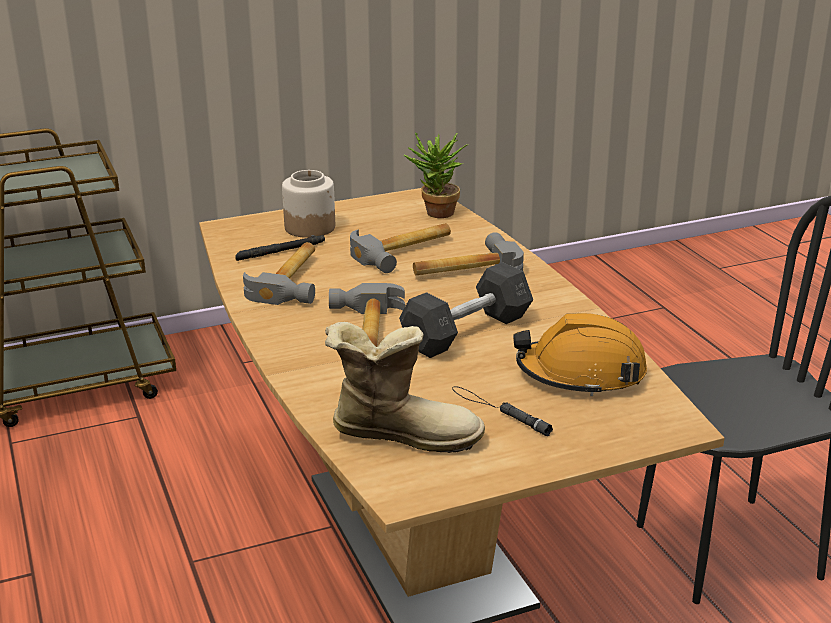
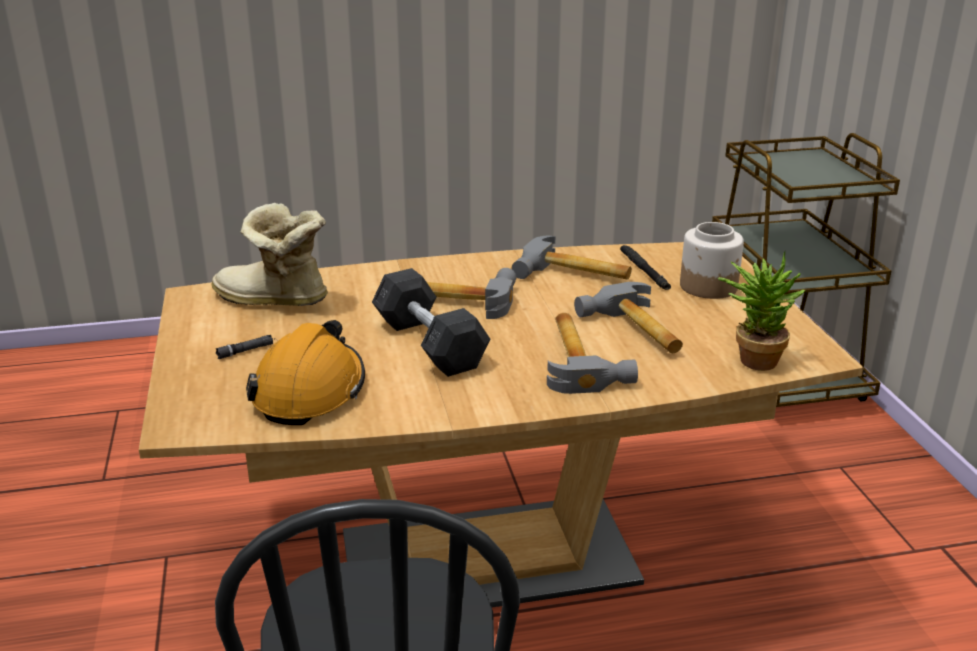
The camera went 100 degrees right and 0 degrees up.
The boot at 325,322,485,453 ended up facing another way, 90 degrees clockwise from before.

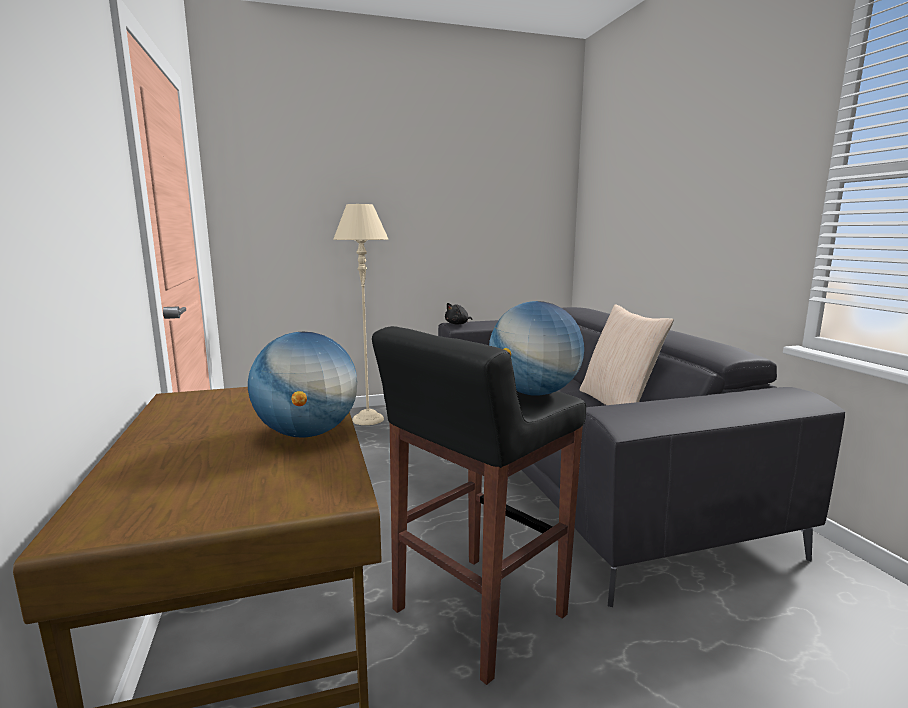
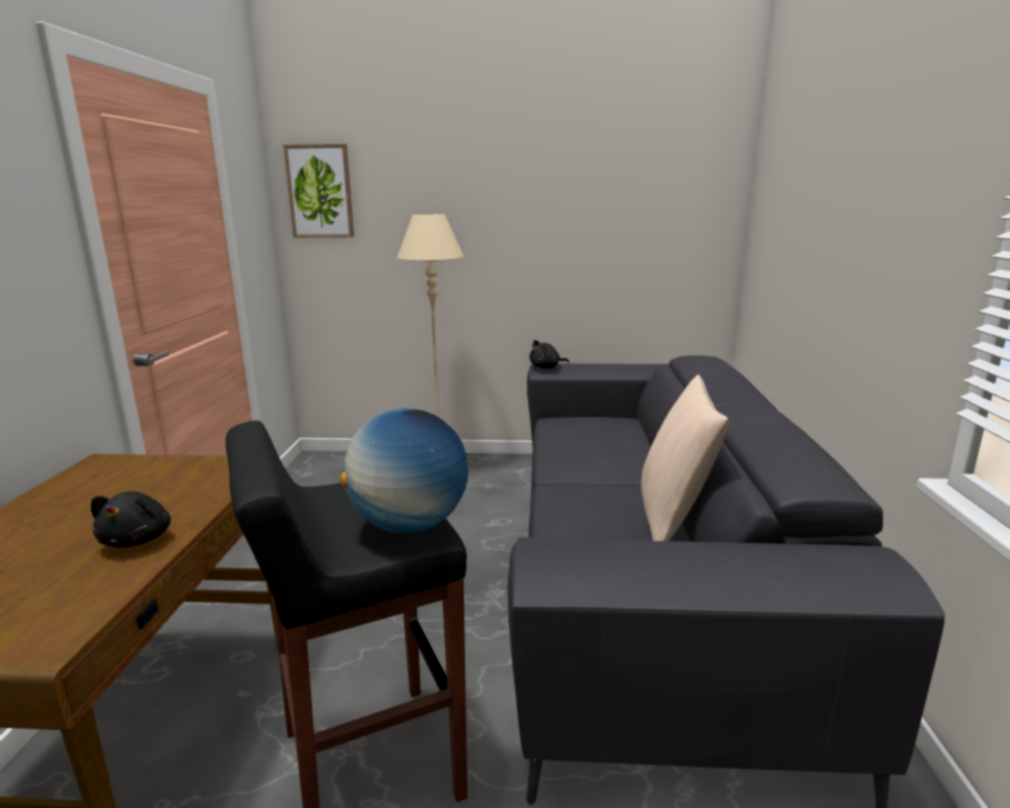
The camera went 20 degrees right and 5 degrees up.
The second view gained the picture at 283,144,354,238.
Where the globe stood at 248,332,357,437, the plush toy/black came to stand at 91,491,171,548.

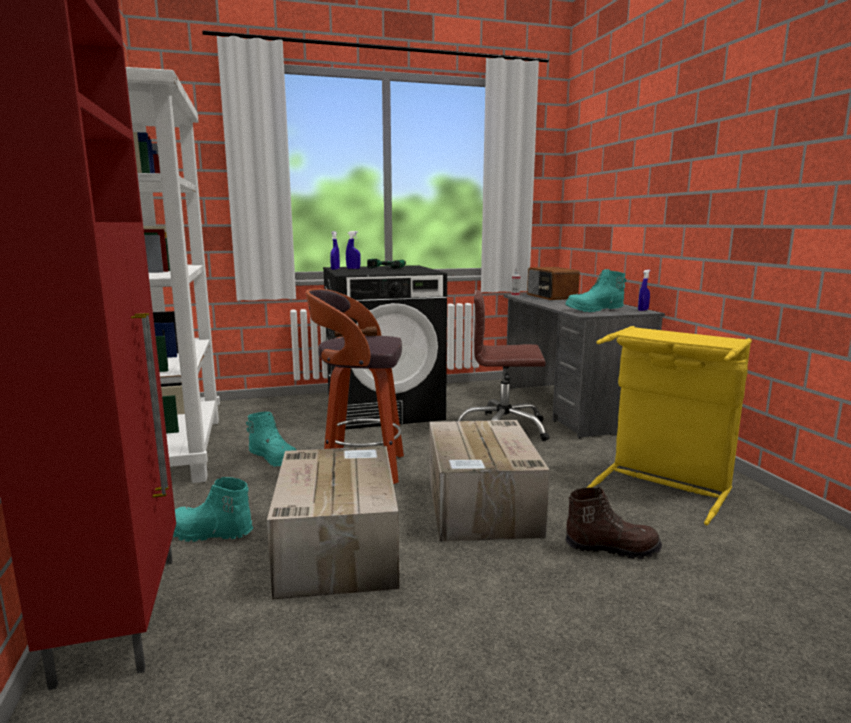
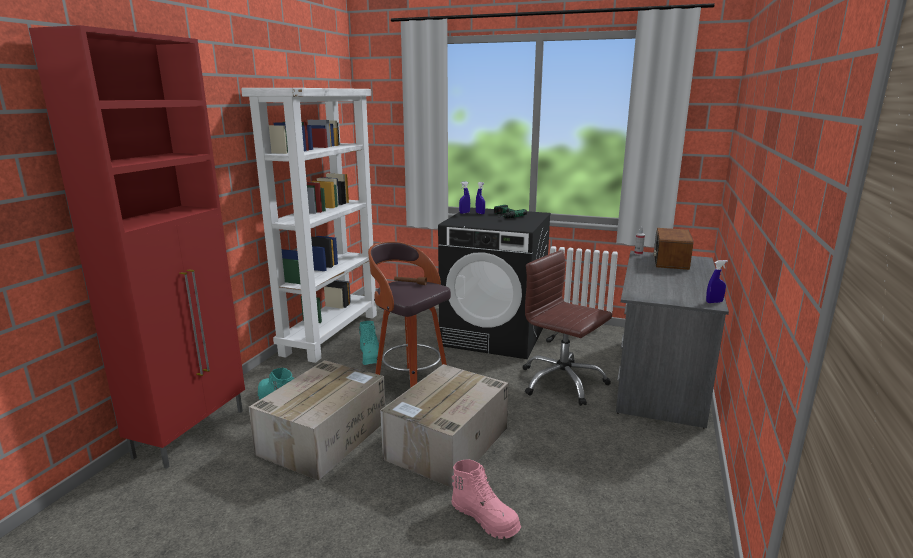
The camera went 35 degrees right and 5 degrees up.
The second view lost the boot/turquoise at 565,269,627,312.
The second view lost the laundry basket/yellow at 586,326,752,525.
What was the boot/brown at 565,487,662,559 turned into the boot/pink at 451,459,521,539.

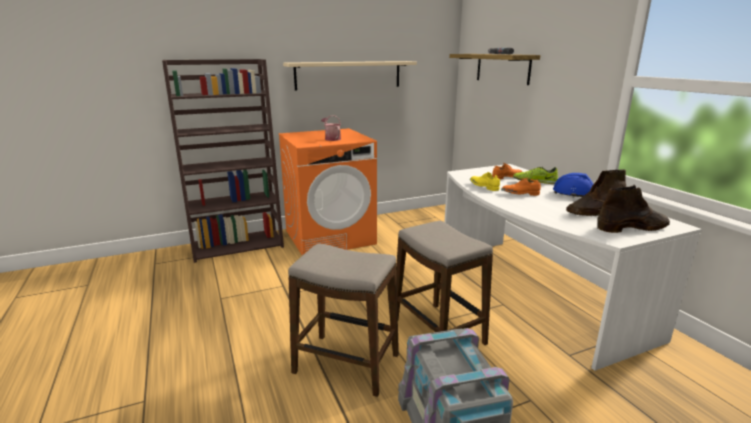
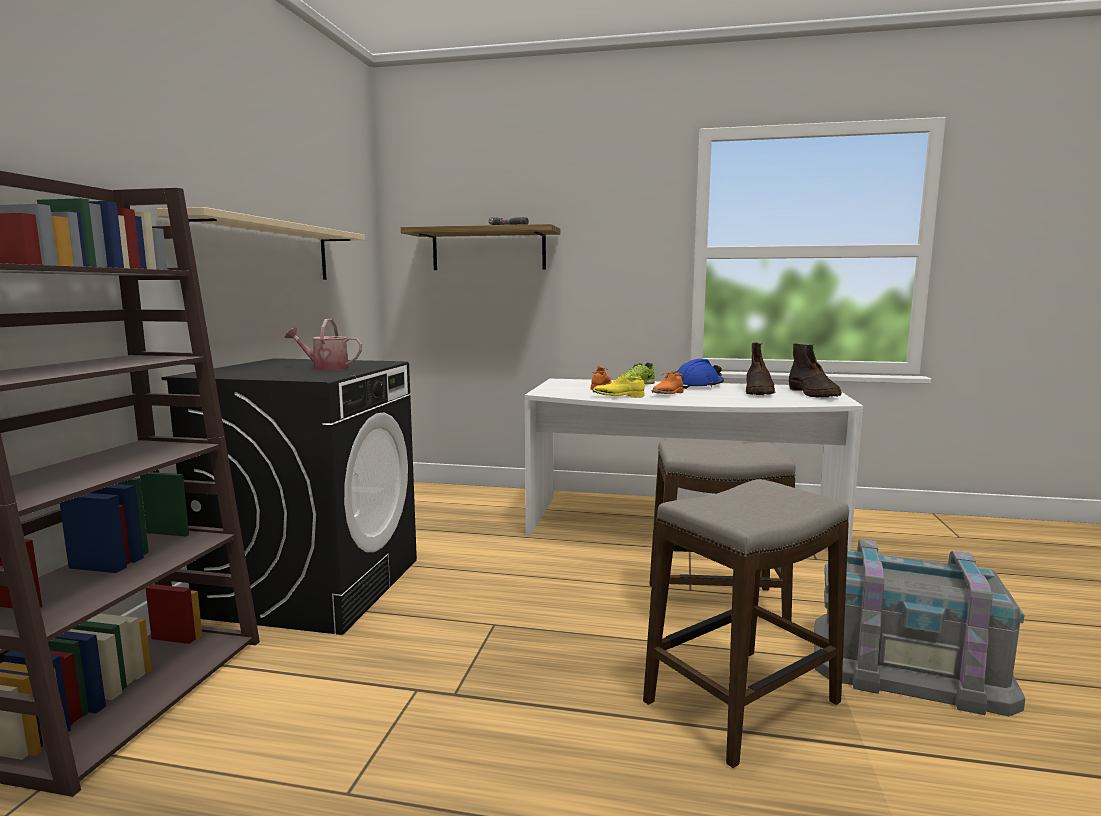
The camera went 55 degrees left and 10 degrees down.
What was the washing machine/orange at 278,128,377,256 turned into the washing machine/black at 162,358,417,635.
The boot/brown at 597,185,670,233 ended up facing another way, 150 degrees clockwise from before.

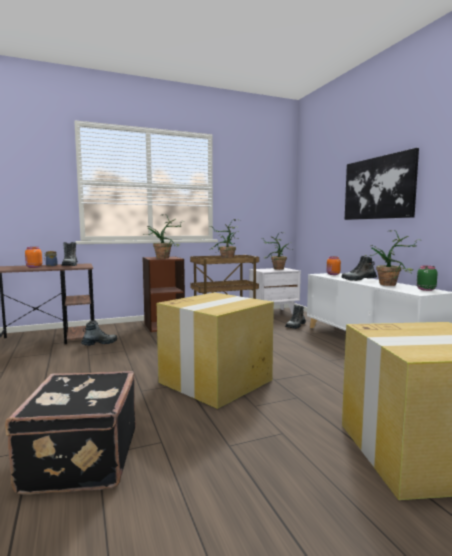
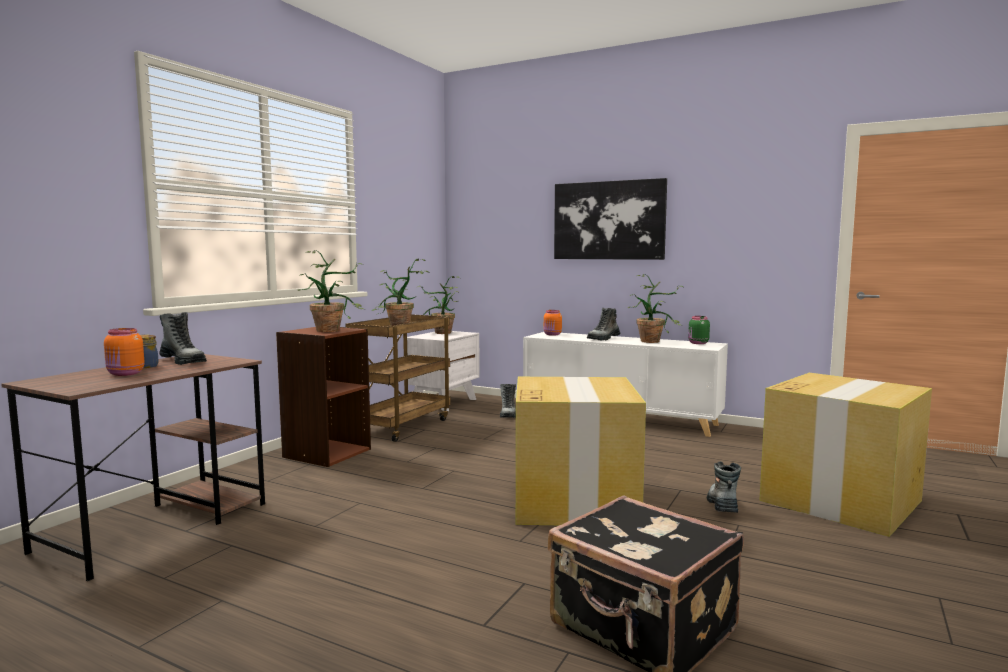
The camera went 40 degrees left and 0 degrees up.
The boot ended up elsewhere, having gone from 81,320,117,346 to 707,461,741,513.

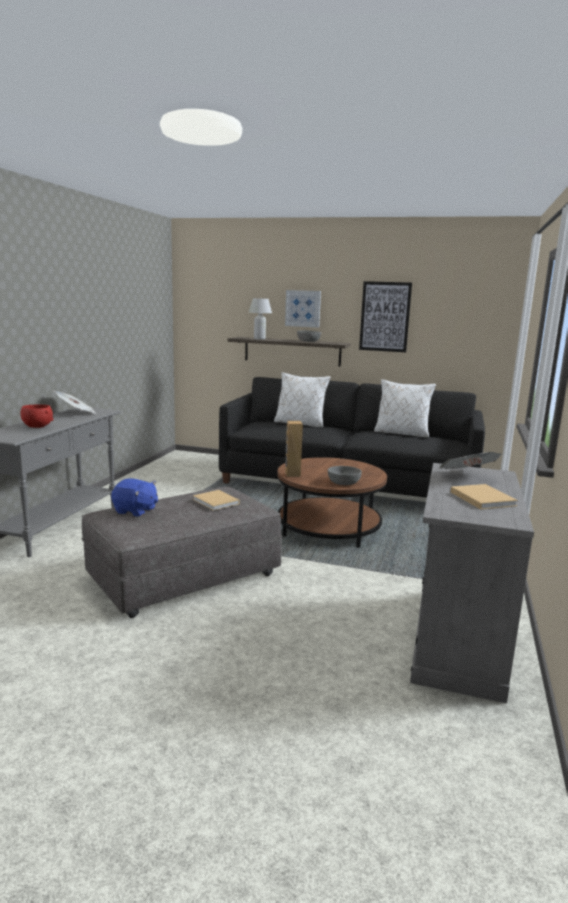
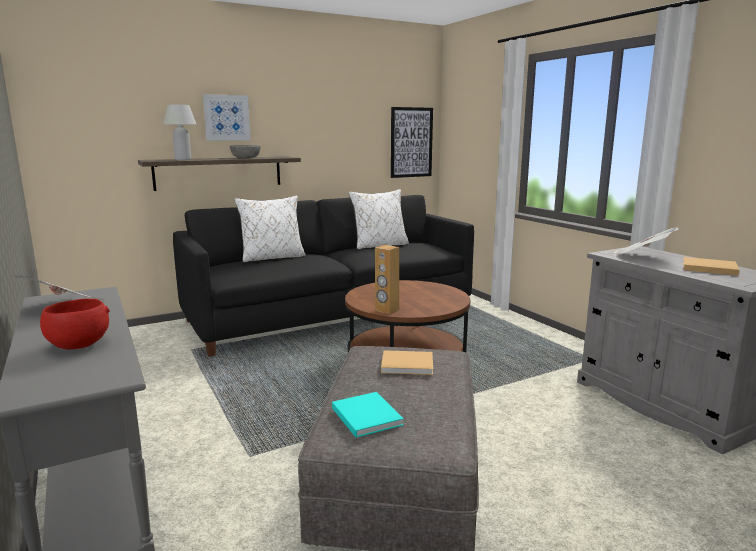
The camera went 45 degrees left and 0 degrees up.
The second view lost the bowl/grey at 328,466,362,485.
The picture ended up elsewhere, having gone from 359,281,412,352 to 391,107,433,178.
Where the plush toy/blue stood at 111,479,158,517, the book/turquoise came to stand at 332,392,404,438.

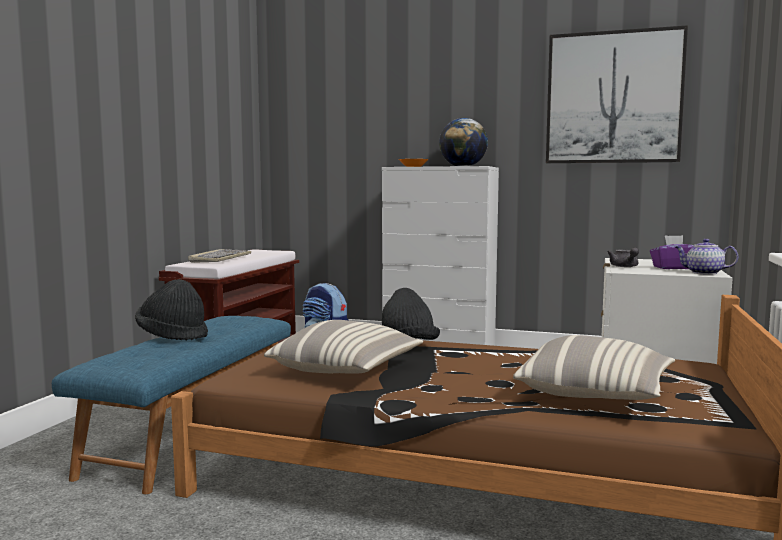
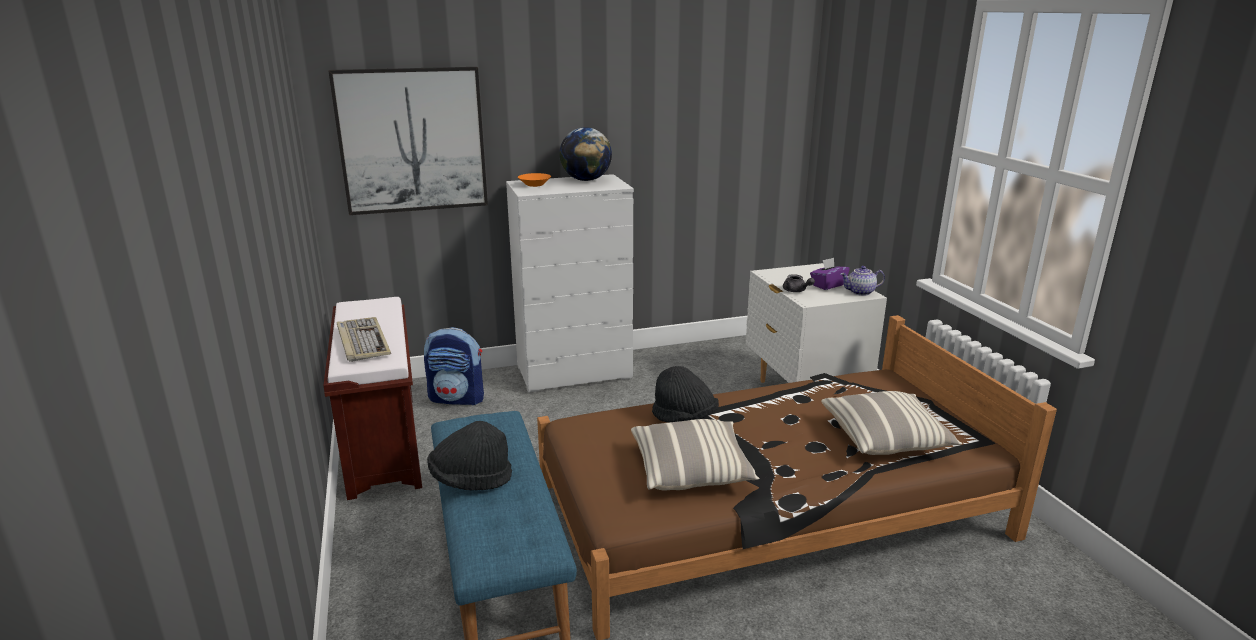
The camera went 35 degrees left and 15 degrees up.
The picture ended up elsewhere, having gone from 546,25,688,163 to 328,67,488,215.

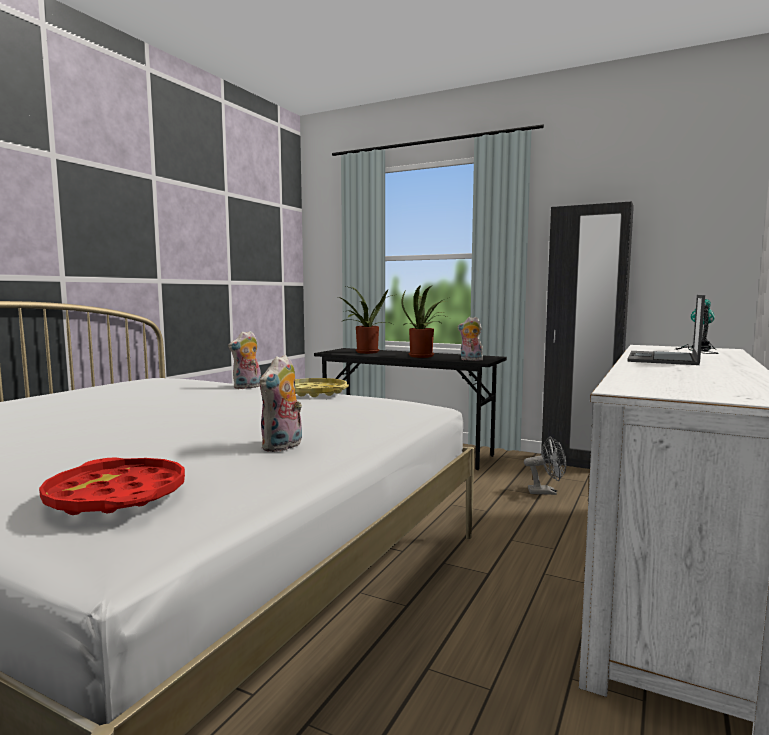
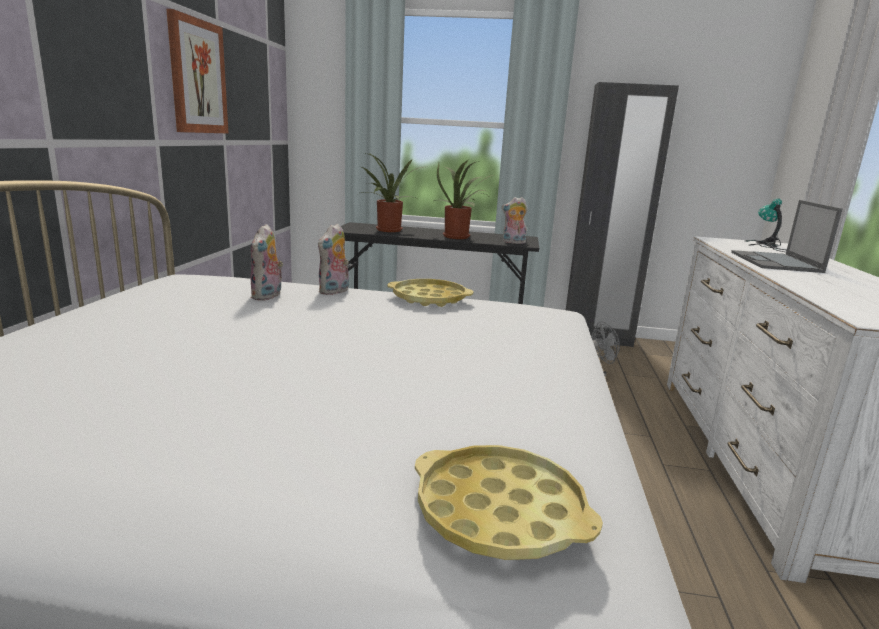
The camera went 20 degrees left and 10 degrees up.
The second view gained the picture at 166,9,229,134.
The plush toy ended up elsewhere, having gone from 260,355,302,452 to 251,224,283,301.
What was the tray/red at 39,457,185,515 turned into the tray/yellow at 415,445,603,560.

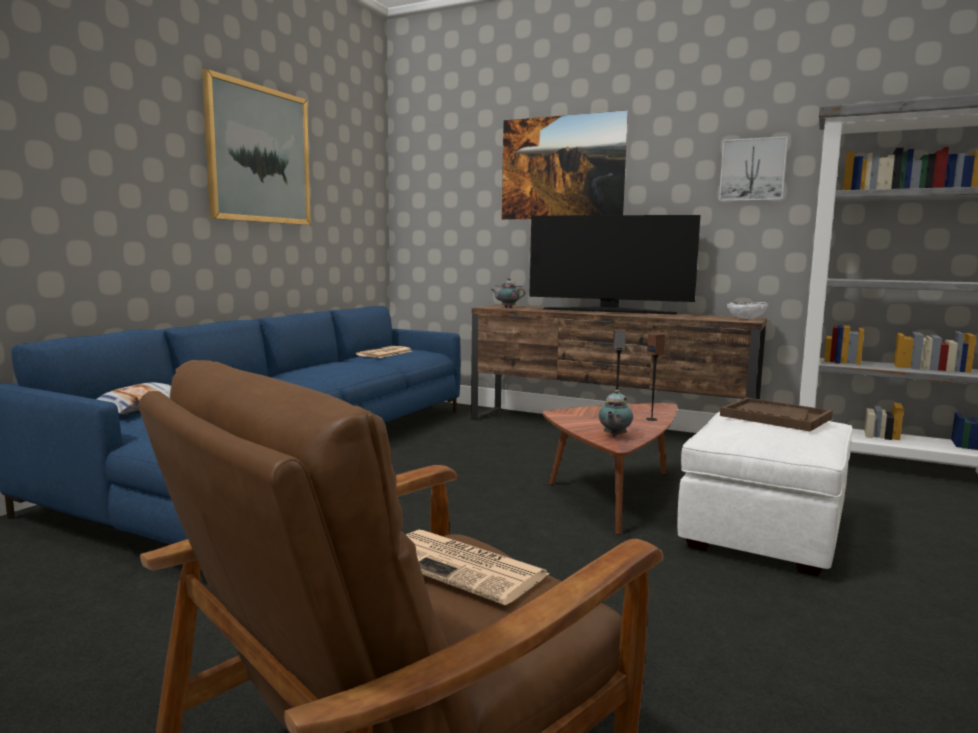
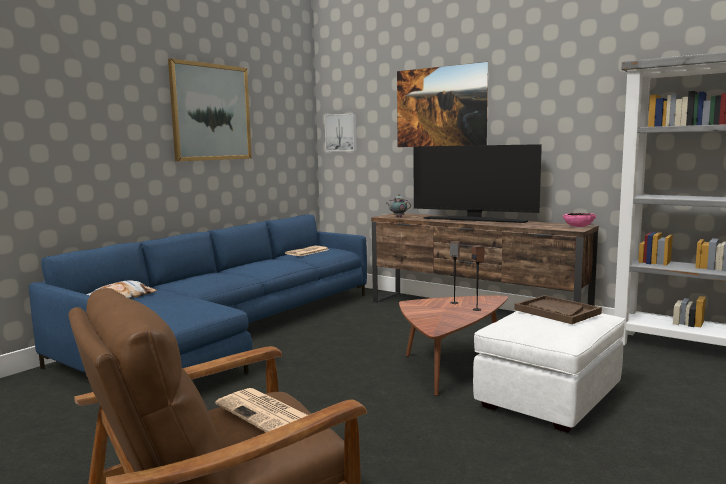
The camera went 10 degrees right and 0 degrees up.
The second view lost the teapot at 599,390,633,437.
The picture ended up elsewhere, having gone from 719,136,788,201 to 324,113,357,151.
What was the bowl/white at 727,302,768,319 turned into the bowl/pink at 563,213,596,227.

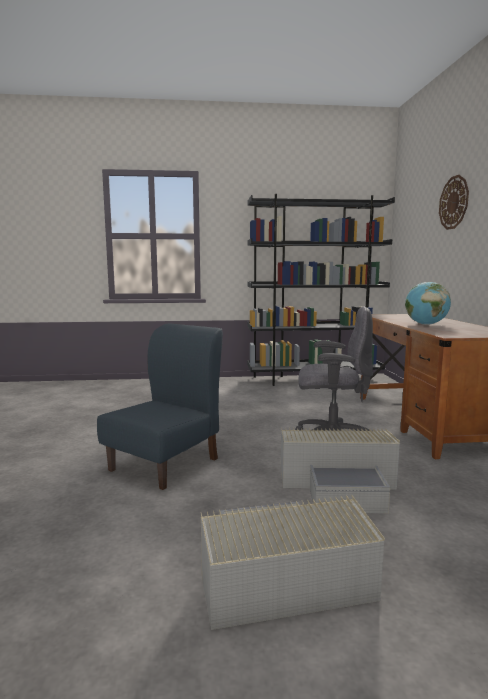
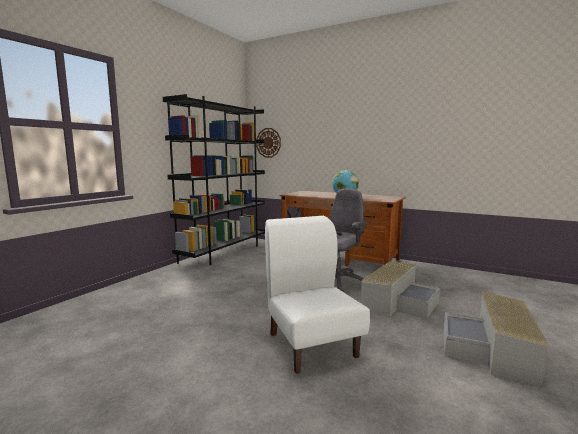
The camera went 55 degrees left and 0 degrees up.
The wall clock ended up elsewhere, having gone from 439,175,469,230 to 256,128,281,158.
What was the chair/blue at 97,323,223,490 turned into the chair/white at 265,216,370,374.

